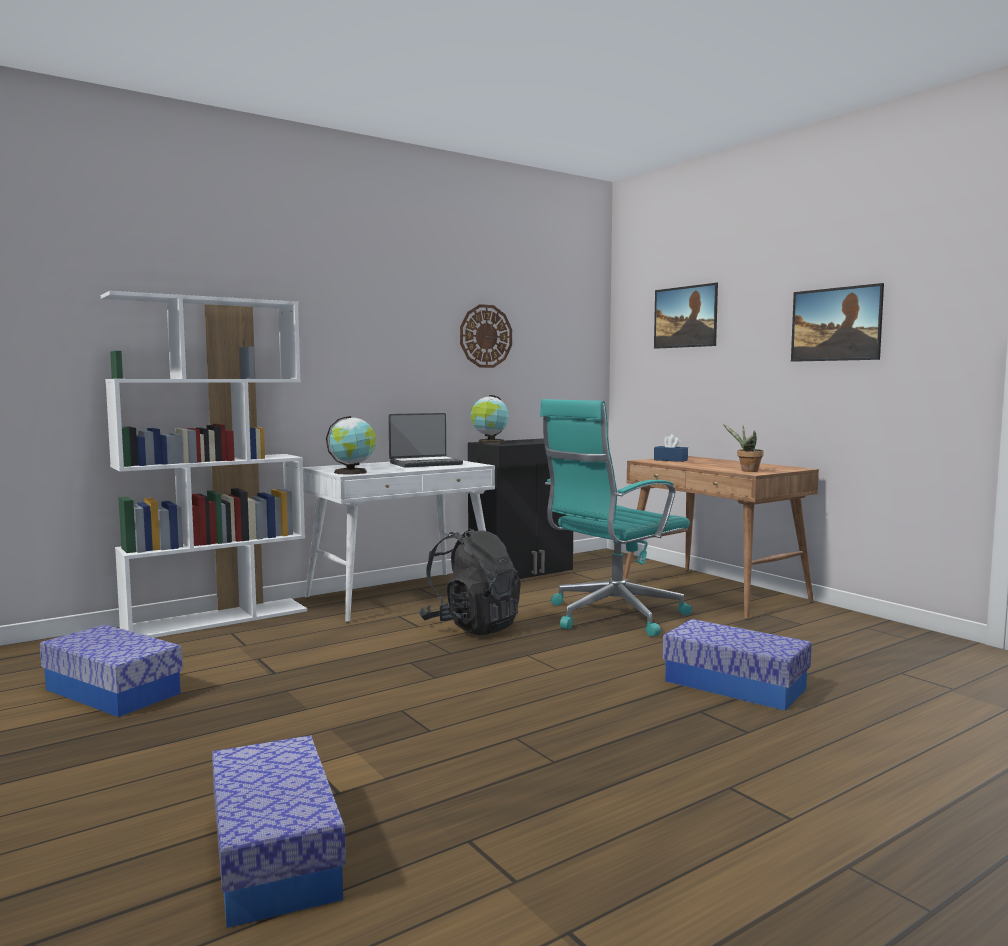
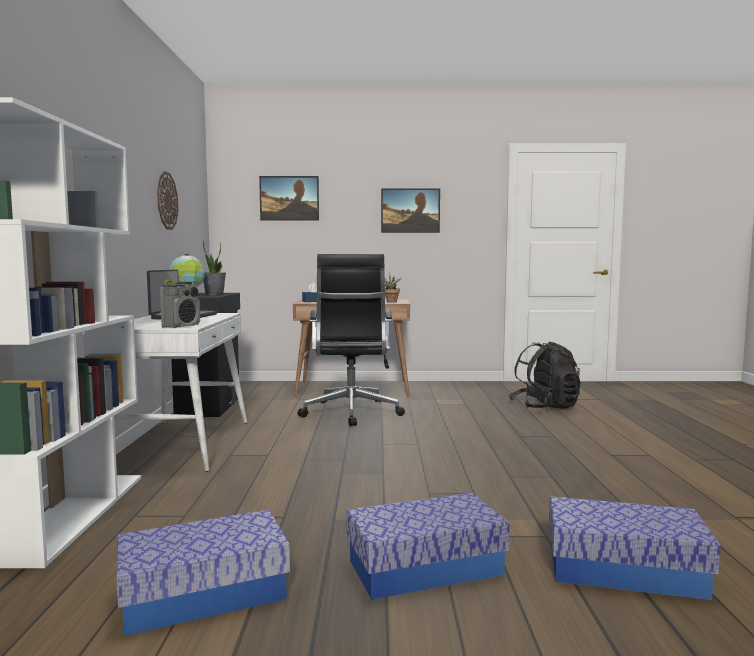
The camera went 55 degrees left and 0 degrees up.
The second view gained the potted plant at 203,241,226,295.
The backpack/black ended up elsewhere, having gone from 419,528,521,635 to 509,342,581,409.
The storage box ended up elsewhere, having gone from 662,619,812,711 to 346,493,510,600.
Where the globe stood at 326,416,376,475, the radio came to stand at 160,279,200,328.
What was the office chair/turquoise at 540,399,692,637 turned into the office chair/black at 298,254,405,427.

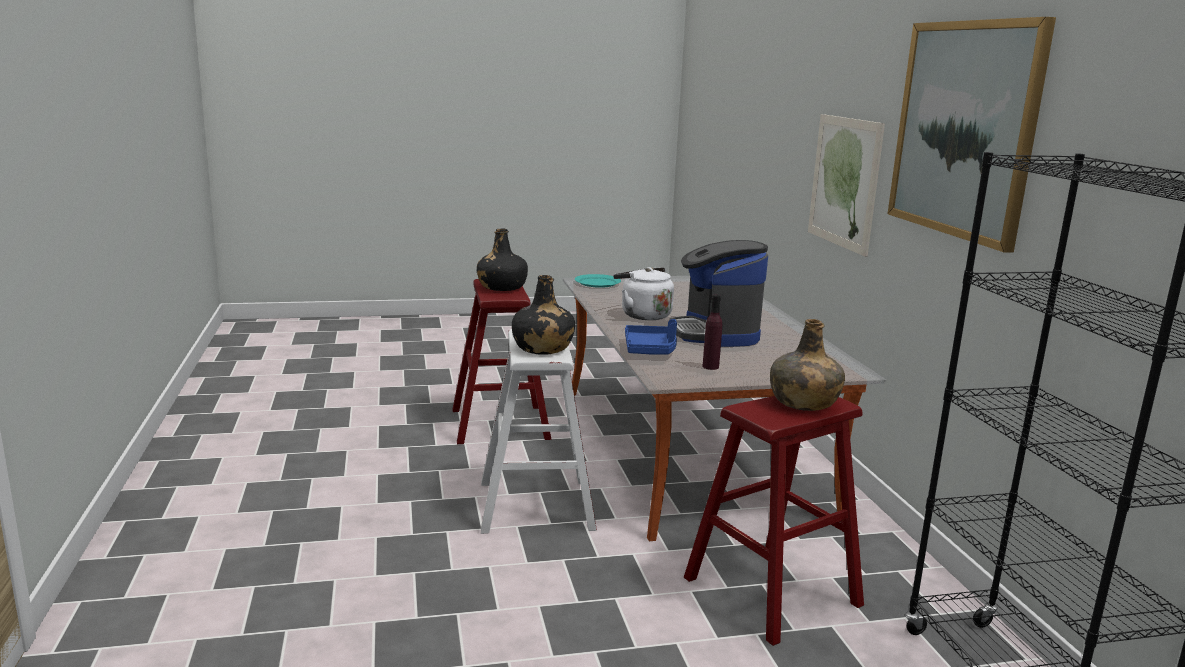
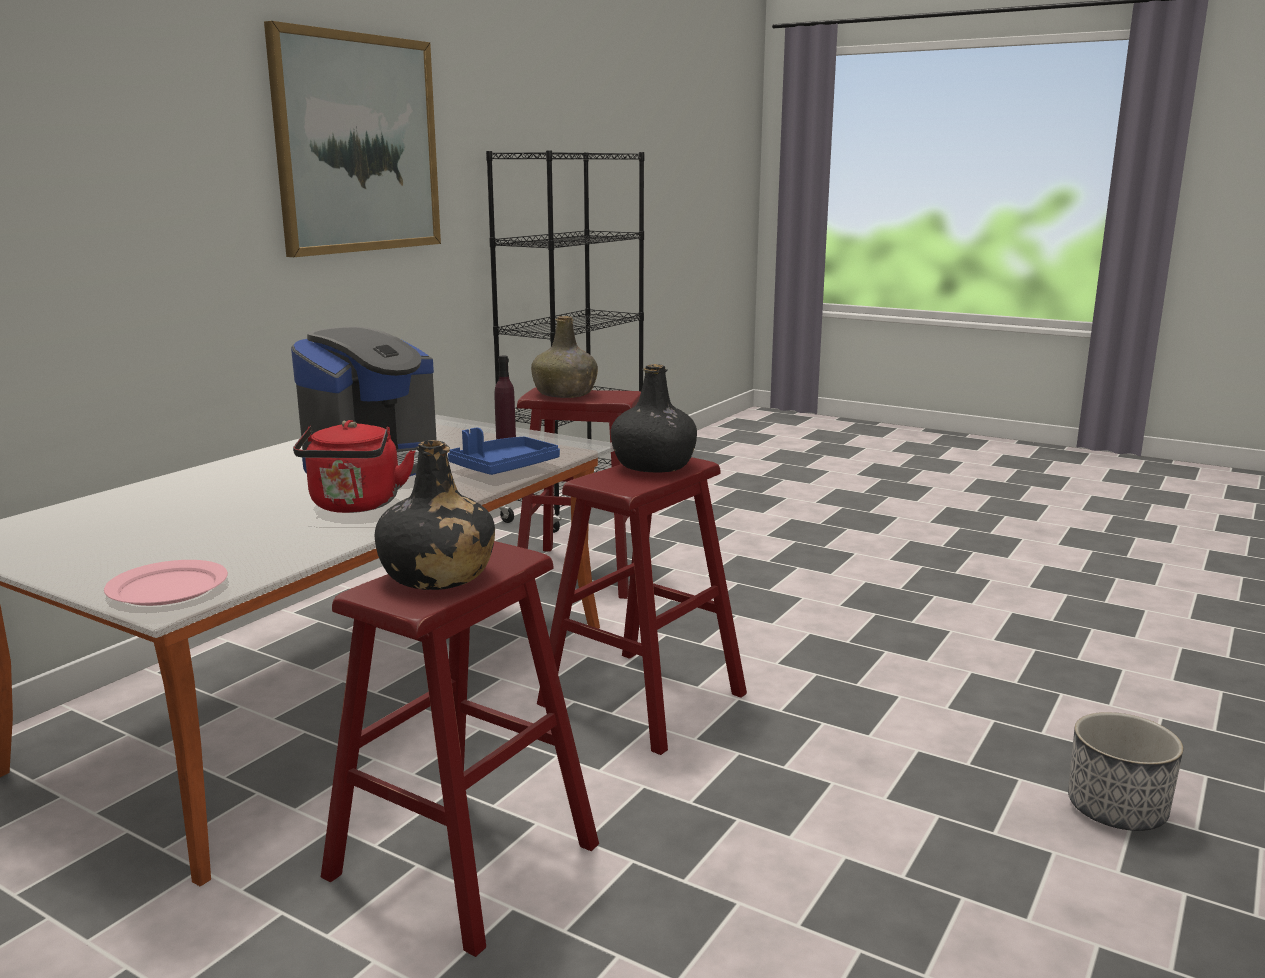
The camera went 135 degrees left and 0 degrees up.
The second view lost the picture at 808,114,885,257.
The second view gained the planter at 1068,712,1183,831.
What was the stool/white at 481,329,597,534 turned into the stool/red at 537,457,747,755.
What was the plate/turquoise at 575,274,621,288 turned into the plate/pink at 104,560,228,606.
What was the kettle/white at 613,267,674,320 turned into the kettle/red at 293,420,415,513.

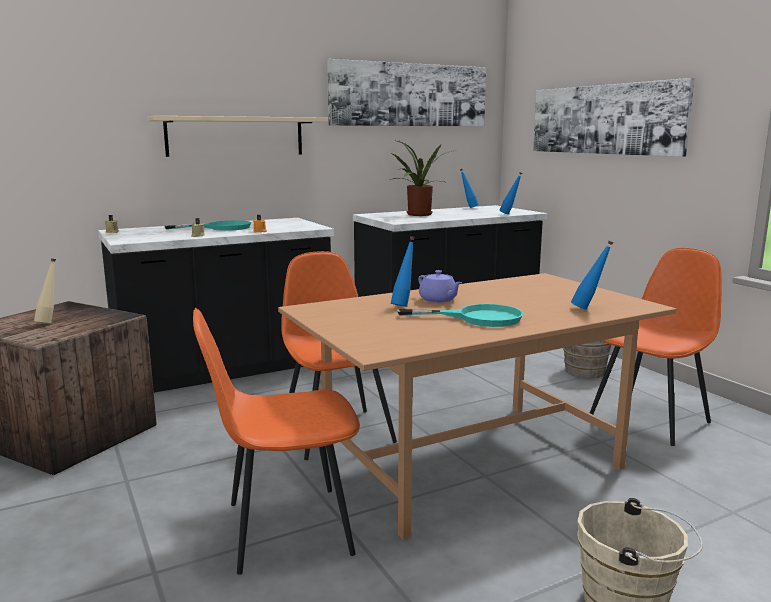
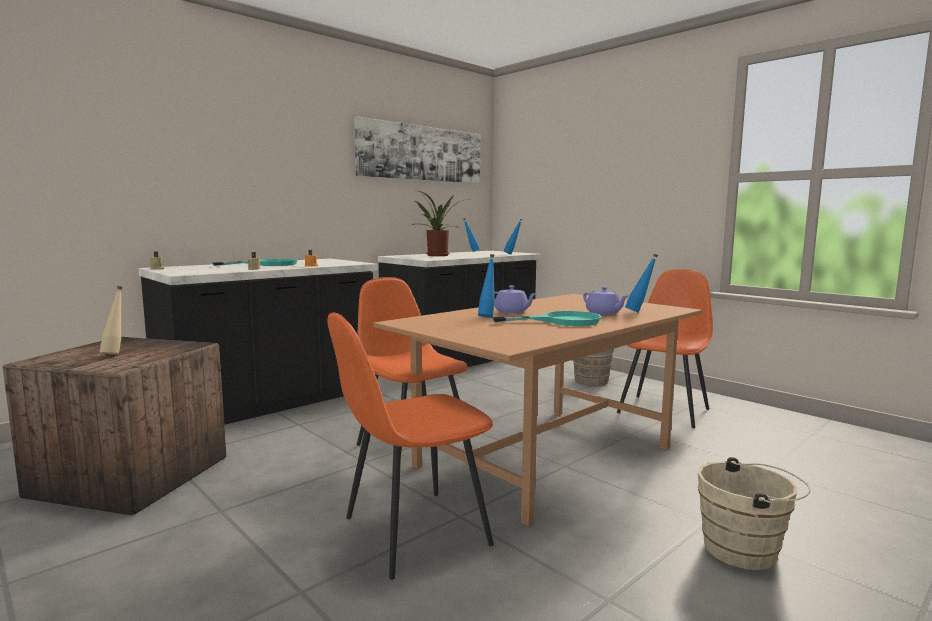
The camera went 15 degrees left and 5 degrees down.
The second view lost the shelf/beige at 147,116,328,157.
The second view lost the picture at 533,78,695,157.
The second view gained the teapot/purple at 583,287,628,315.

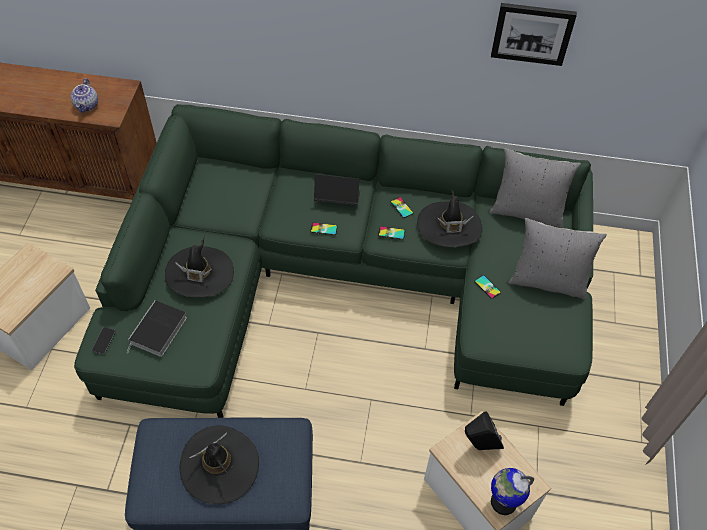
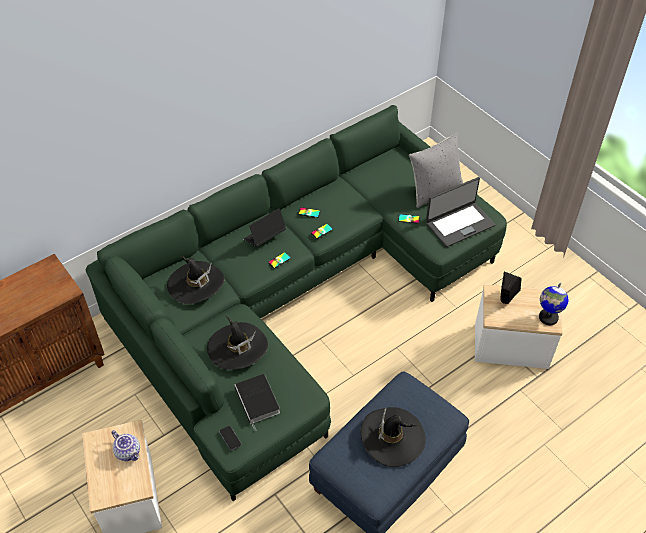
The camera went 45 degrees left and 5 degrees down.
The second view lost the pillow/grey at 489,148,581,228.
The second view lost the picture at 491,3,577,66.
The second view gained the laptop at 426,177,495,247.
The teapot ended up elsewhere, having gone from 71,78,98,113 to 111,430,140,461.
The hat/black ended up elsewhere, having gone from 417,189,482,247 to 167,256,224,304.

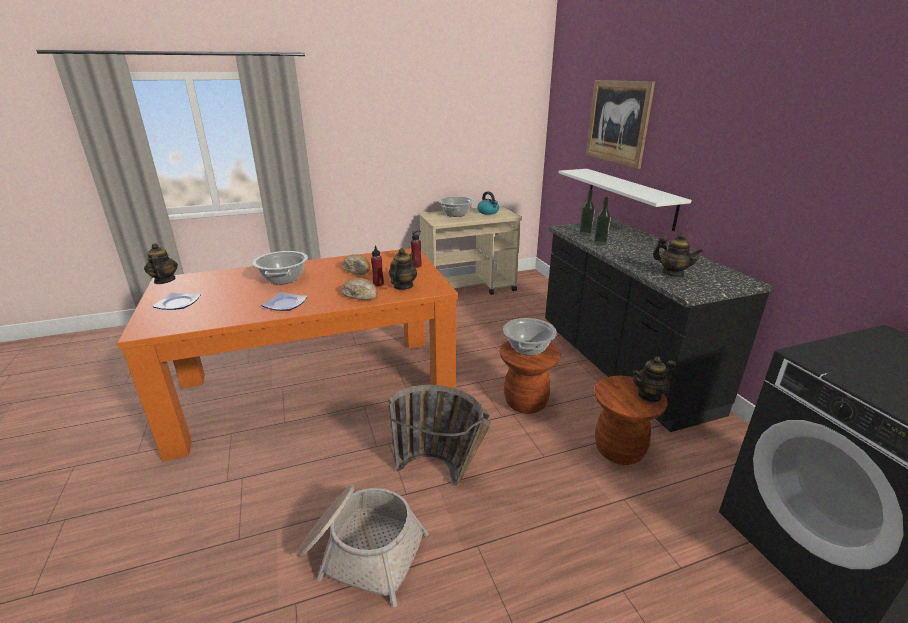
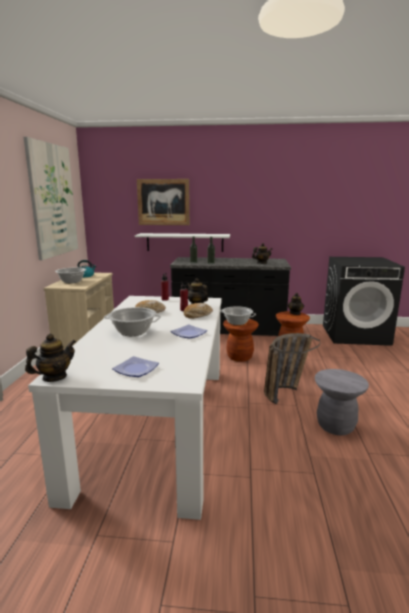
The camera went 65 degrees left and 10 degrees down.
The second view gained the picture at 23,137,78,260.
Where the basket stood at 297,485,428,608, the stool/grey came to stand at 315,369,369,435.
What was the dining table/orange at 117,248,458,461 turned into the dining table/white at 28,296,222,520.
The teapot at 144,243,178,284 ended up facing another way, 135 degrees clockwise from before.

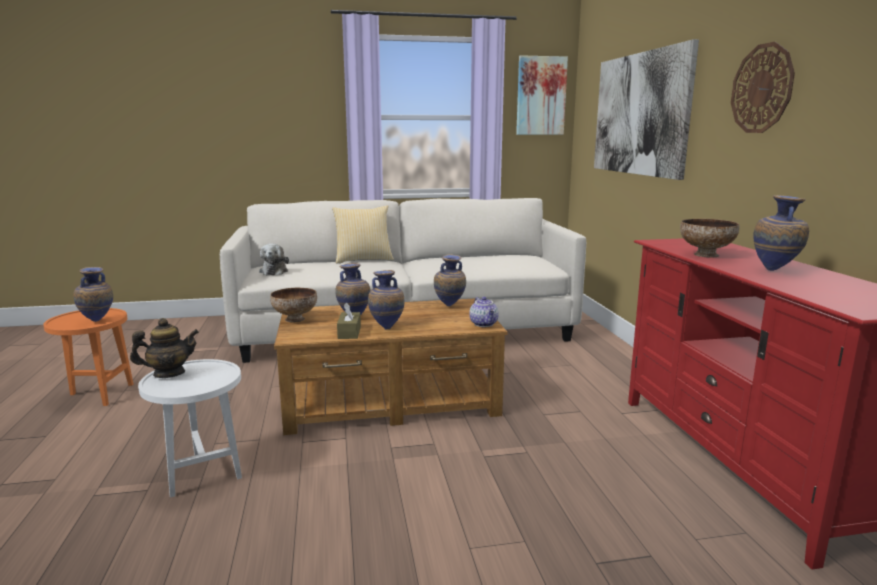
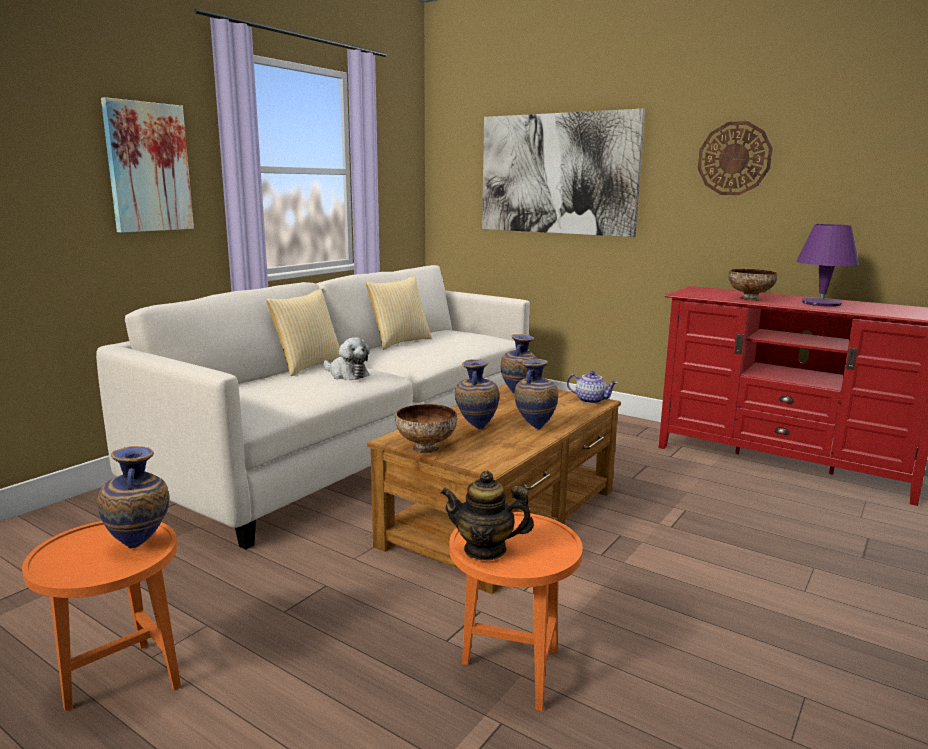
The camera went 45 degrees left and 0 degrees up.
The second view lost the tissue box/brown at 337,303,361,339.
The second view gained the pillow at 366,276,432,349.
The plush toy ended up elsewhere, having gone from 259,243,289,275 to 323,337,370,380.
The picture ended up elsewhere, having gone from 516,55,568,135 to 101,97,194,233.
Where the vase stood at 753,195,809,271, the table lamp/purple came to stand at 796,224,859,307.
What was the side table/white at 138,359,242,498 turned into the side table/orange at 449,512,583,711.
The teapot at 130,318,199,378 ended up facing another way, 105 degrees counterclockwise from before.

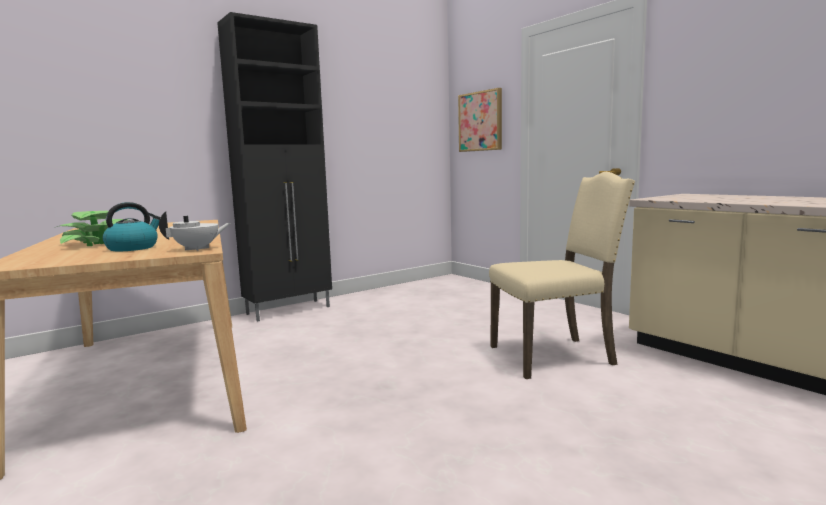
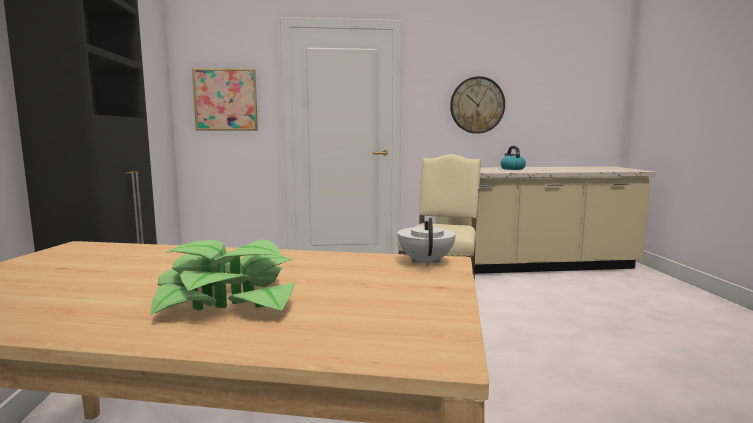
The camera went 60 degrees left and 0 degrees up.
The second view gained the wall clock at 450,76,505,134.
The kettle ended up elsewhere, having gone from 102,202,160,251 to 501,146,526,170.

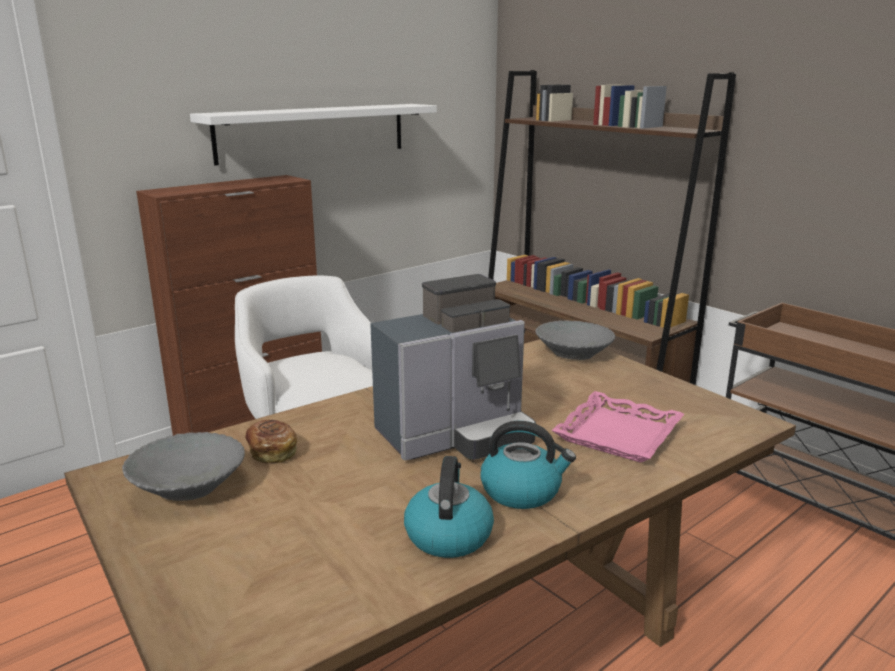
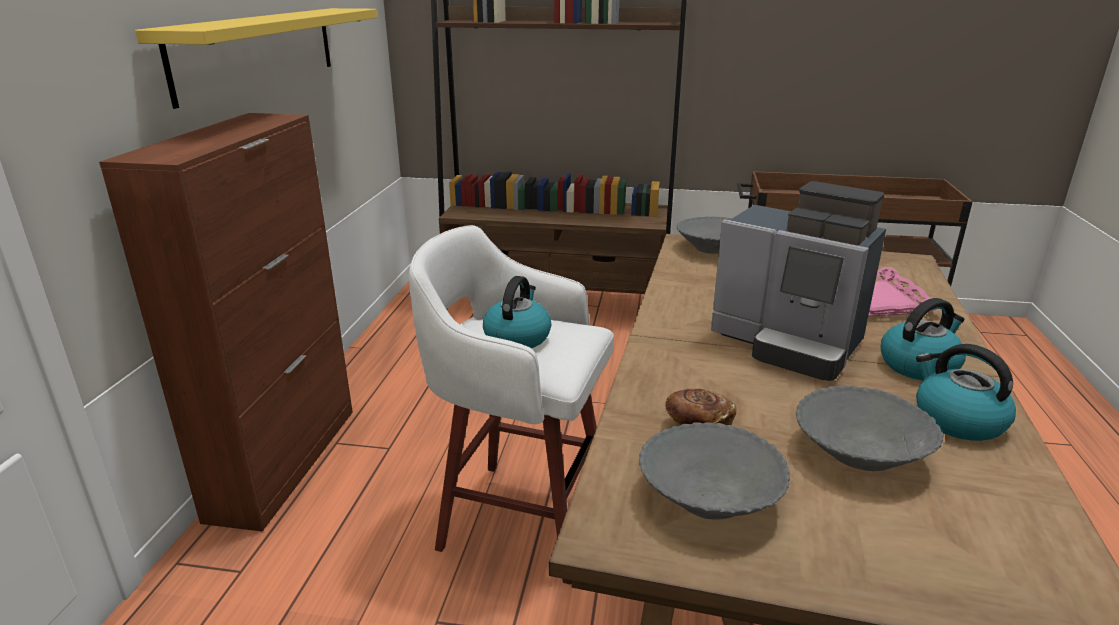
The camera went 40 degrees left and 5 degrees up.
The second view gained the kettle at 483,276,551,348.
The second view gained the bowl/grey at 796,385,944,471.
What was the shelf/white at 190,104,437,166 turned into the shelf/yellow at 135,8,377,109.
The coffee machine at 370,274,536,460 ended up facing another way, 105 degrees clockwise from before.

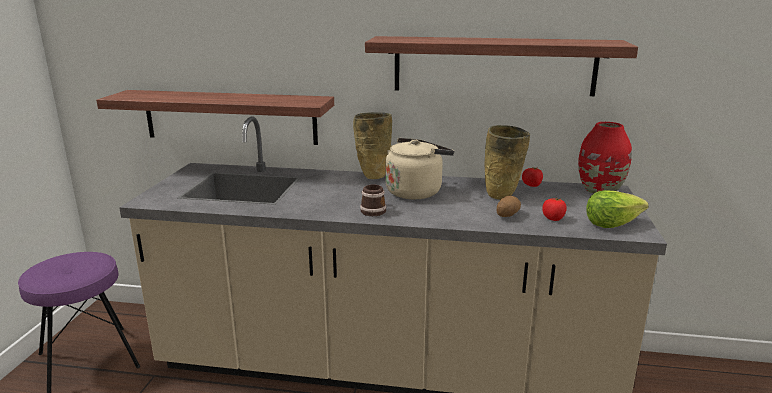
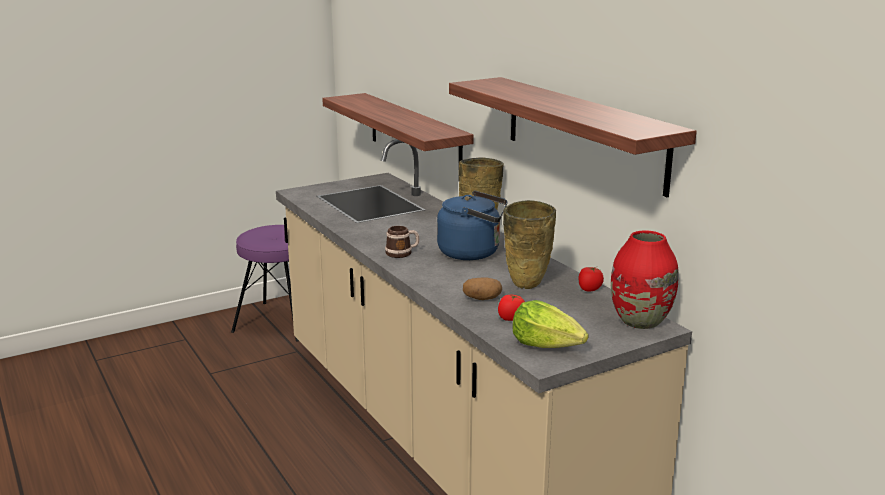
The camera went 50 degrees right and 0 degrees up.
What was the kettle/beige at 385,138,454,199 turned into the kettle/blue at 437,191,508,260.

